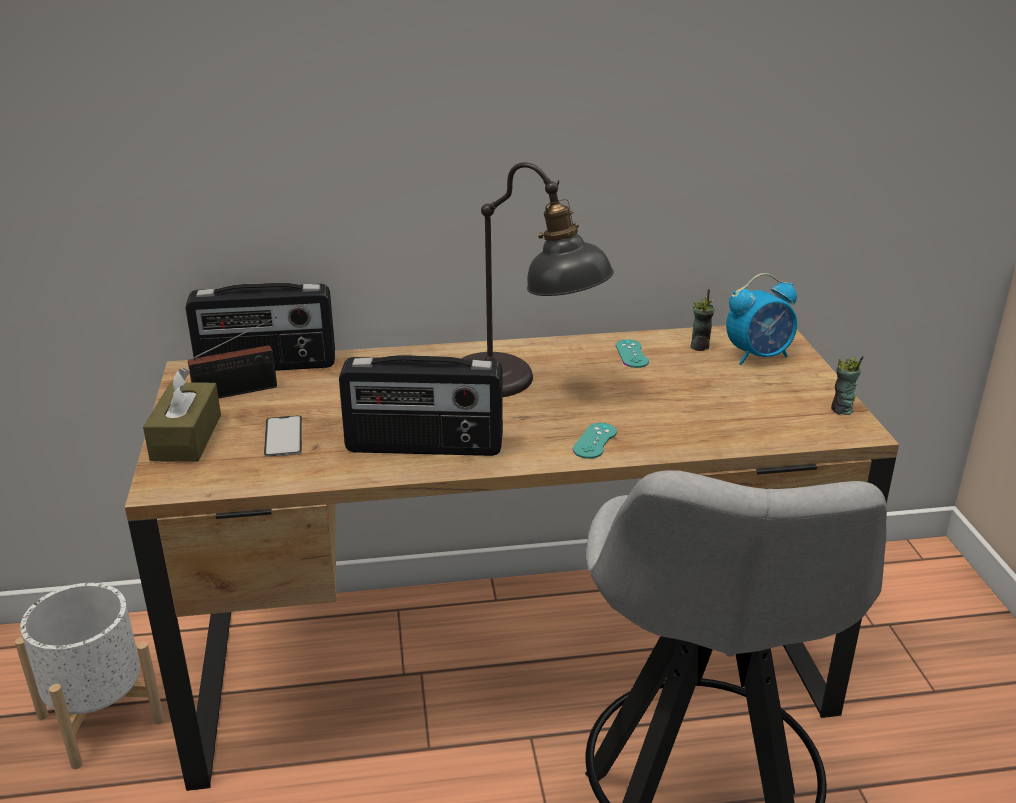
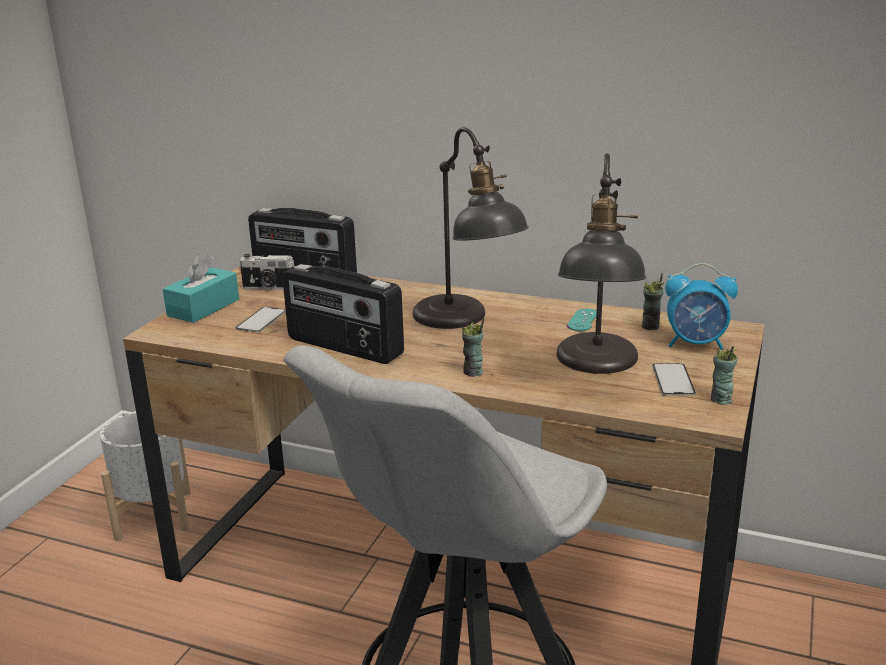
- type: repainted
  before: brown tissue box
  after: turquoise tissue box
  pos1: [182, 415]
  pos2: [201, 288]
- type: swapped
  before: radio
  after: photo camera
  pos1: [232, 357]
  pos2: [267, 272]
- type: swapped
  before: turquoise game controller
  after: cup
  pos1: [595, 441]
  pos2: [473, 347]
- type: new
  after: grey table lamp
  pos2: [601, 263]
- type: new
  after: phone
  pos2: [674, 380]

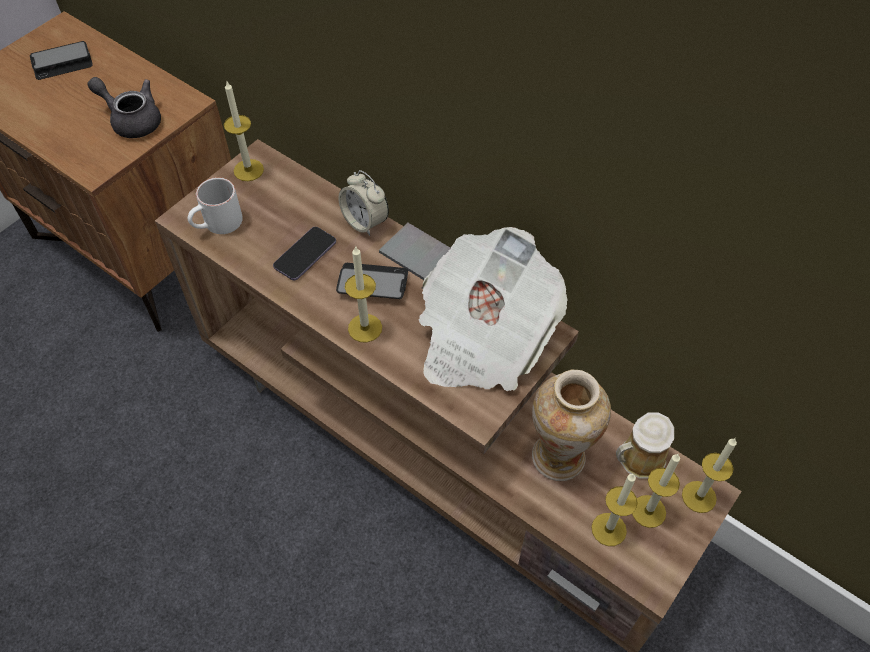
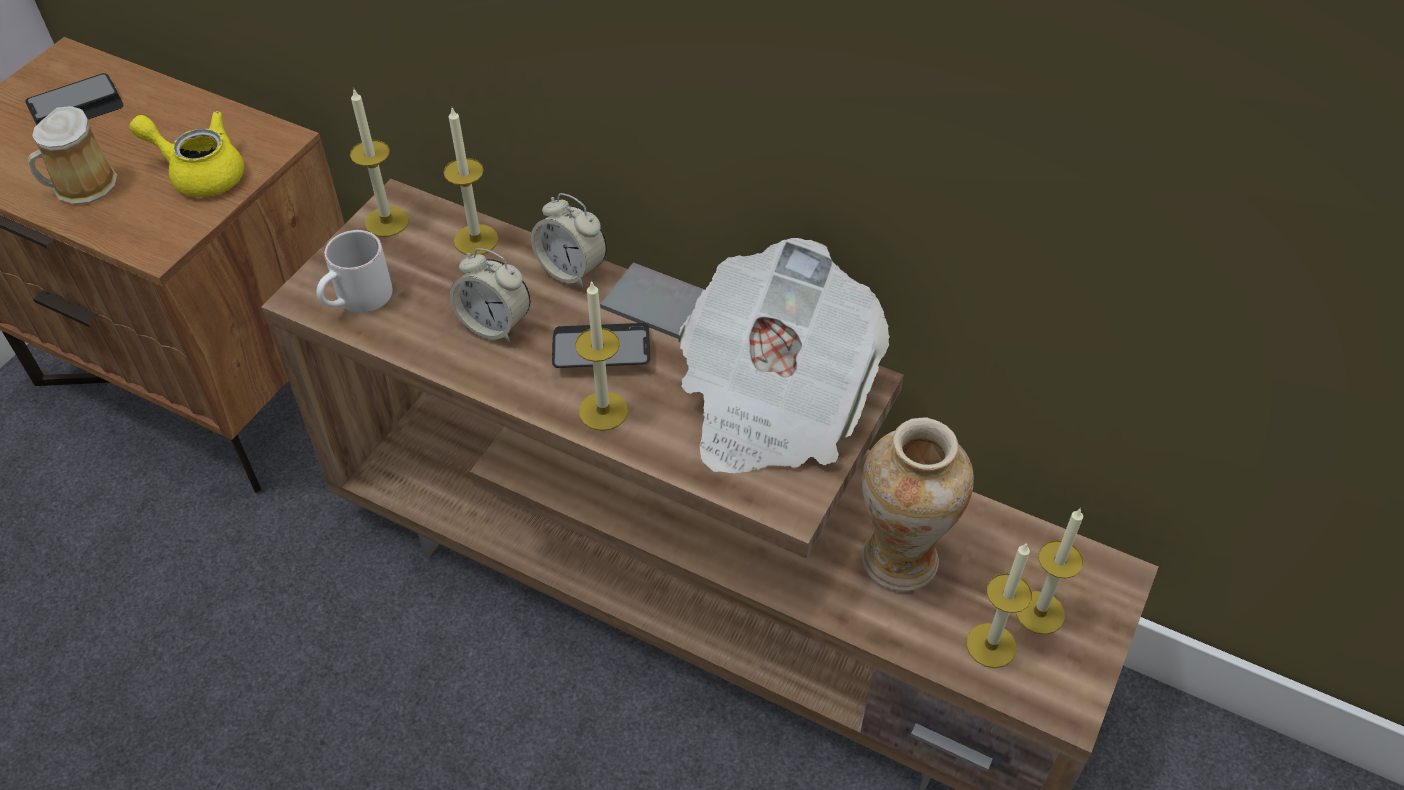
- type: repainted
  before: grey teapot
  after: yellow teapot
  pos1: [124, 107]
  pos2: [186, 154]
- type: swapped
  before: phone
  after: alarm clock
  pos1: [304, 254]
  pos2: [490, 295]
- type: shifted
  before: mug
  pos1: [645, 445]
  pos2: [72, 155]
- type: shifted
  before: candle
  pos1: [709, 475]
  pos2: [471, 182]

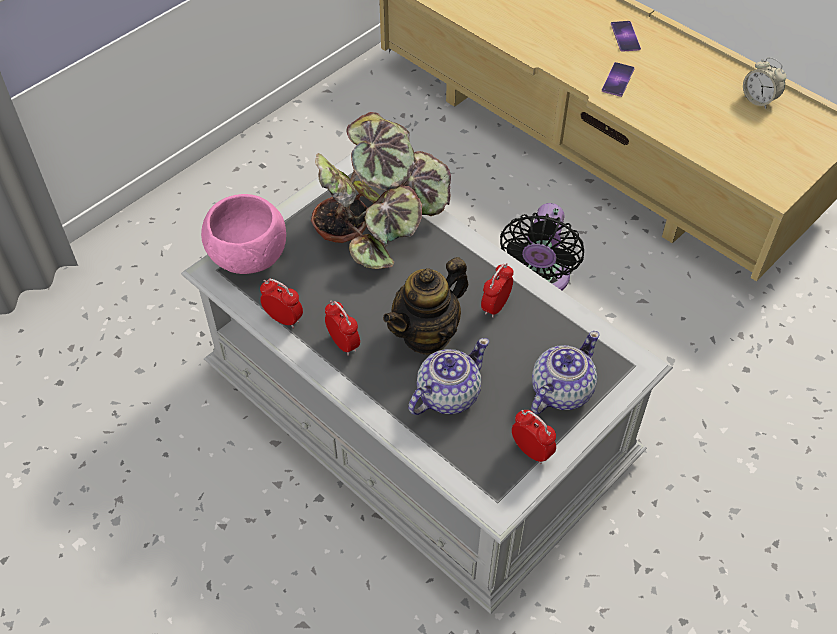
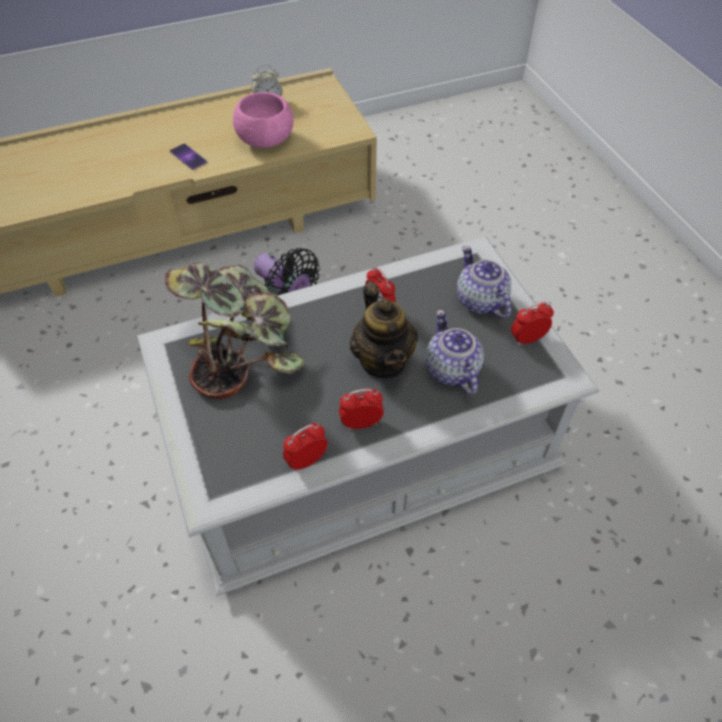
- type: shifted
  before: pink bowl
  pos1: [243, 234]
  pos2: [263, 120]
- type: gone
  before: phone
  pos1: [626, 36]

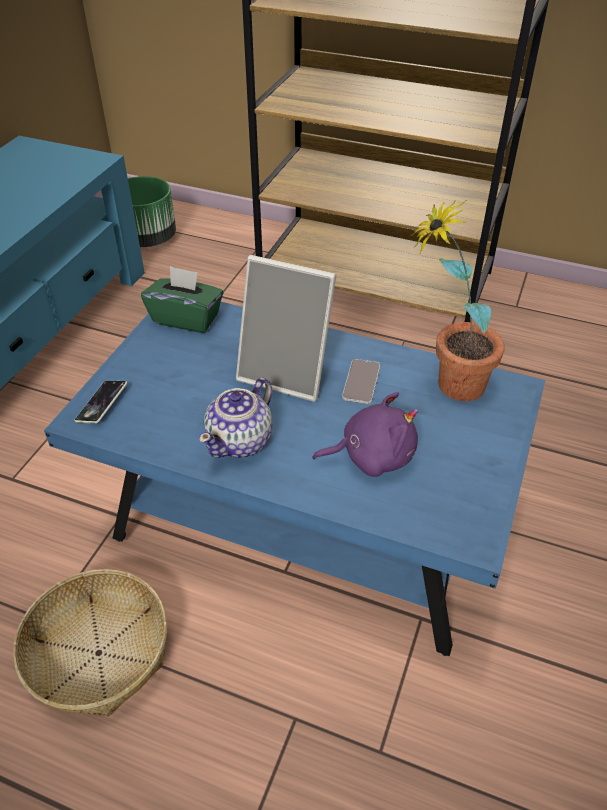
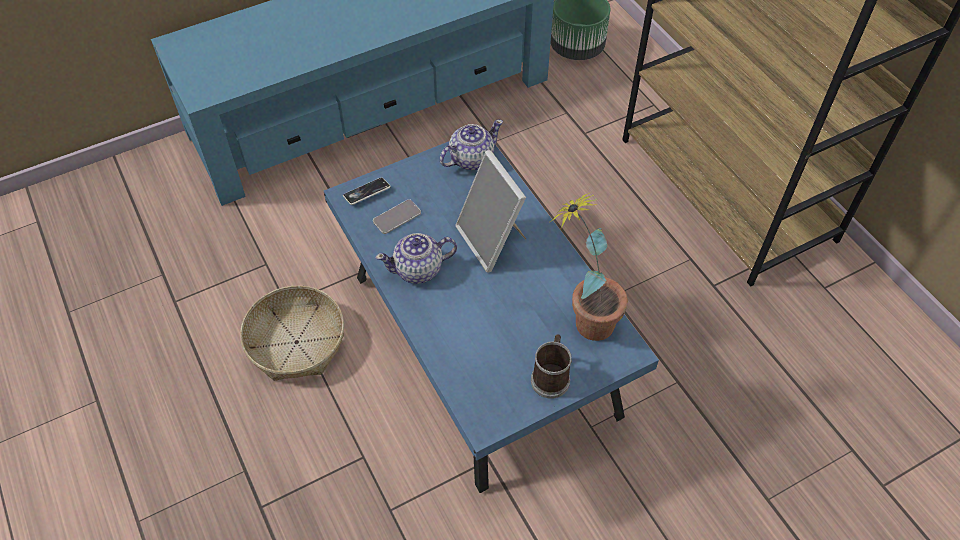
- type: swapped
  before: green tissue box
  after: teapot
  pos1: [182, 299]
  pos2: [471, 145]
- type: gone
  before: purple plush toy
  pos1: [365, 434]
- type: shifted
  before: phone
  pos1: [361, 381]
  pos2: [397, 216]
- type: new
  after: mug
  pos2: [551, 366]

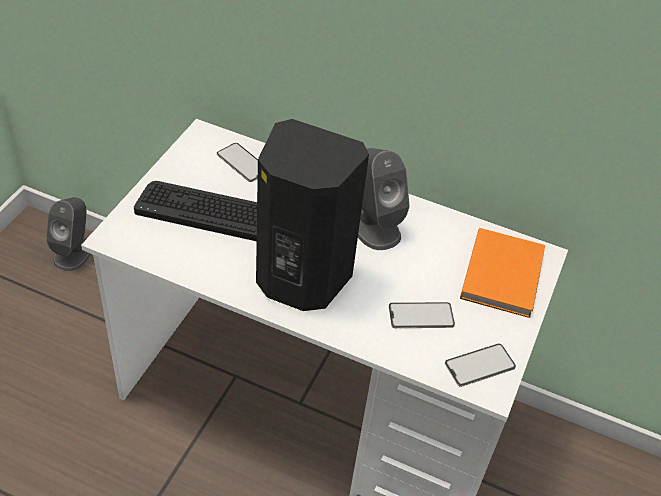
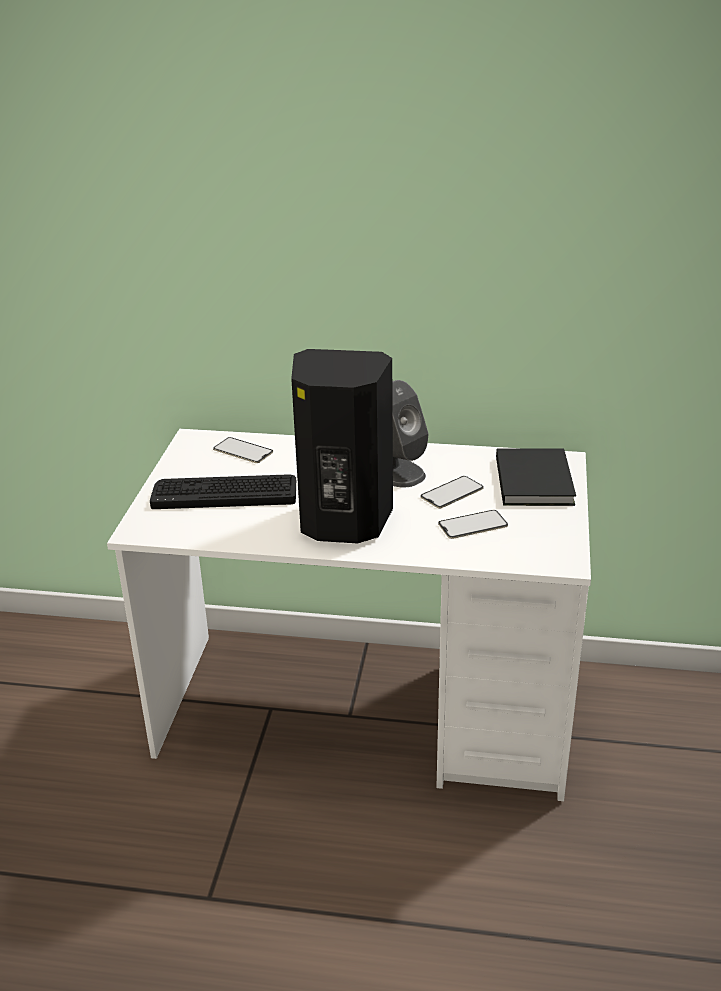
- type: gone
  before: grey speaker
  pos1: [68, 234]
- type: shifted
  before: phone
  pos1: [480, 365]
  pos2: [452, 492]
- type: repainted
  before: orange book
  after: black book
  pos1: [502, 273]
  pos2: [536, 477]

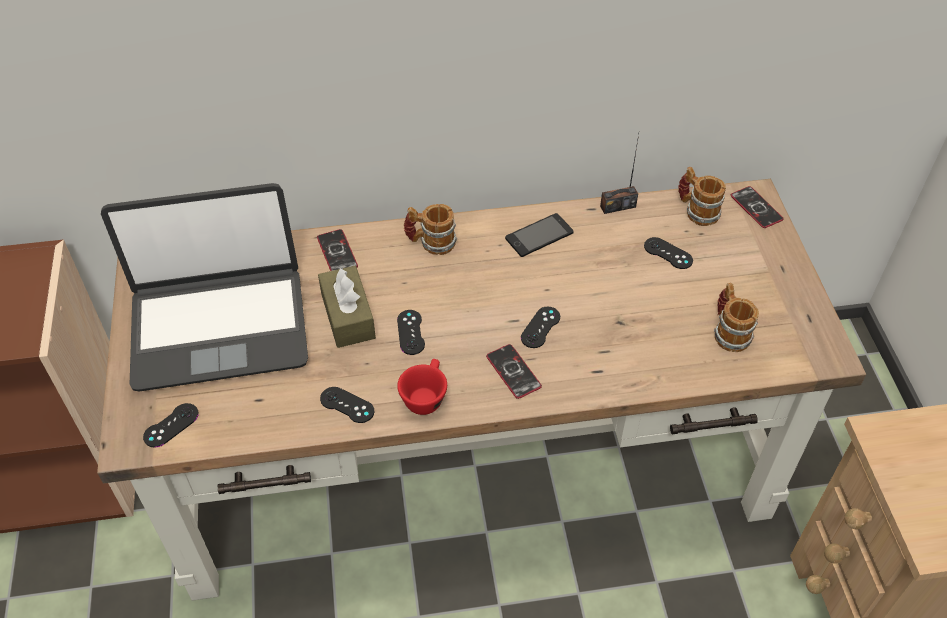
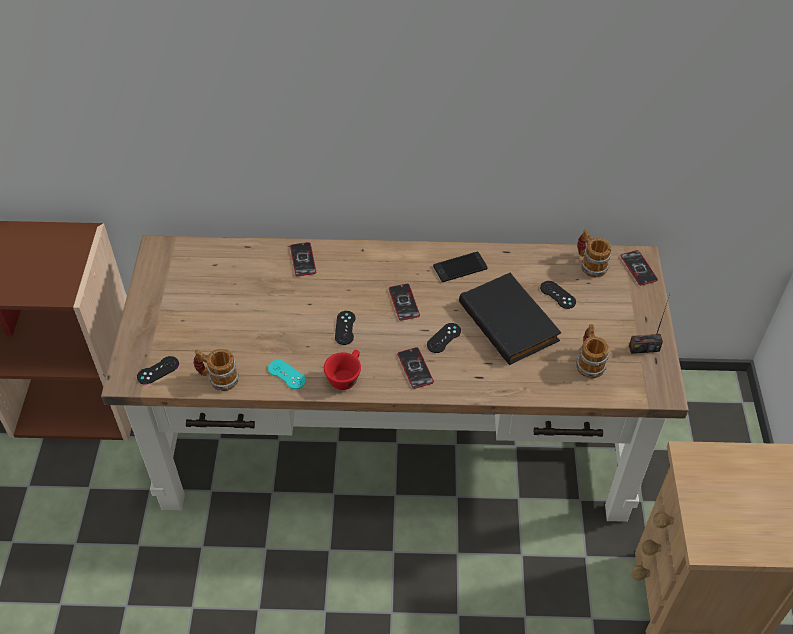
- type: gone
  before: laptop
  pos1: [204, 287]
- type: gone
  before: brown tissue box
  pos1: [347, 307]
- type: repainted
  before: black game controller
  after: turquoise game controller
  pos1: [347, 405]
  pos2: [287, 374]
- type: shifted
  before: mug
  pos1: [430, 229]
  pos2: [216, 370]
- type: shifted
  before: radio
  pos1: [619, 174]
  pos2: [649, 324]
- type: new
  after: phone
  pos2: [404, 302]
- type: new
  after: black book
  pos2: [510, 319]

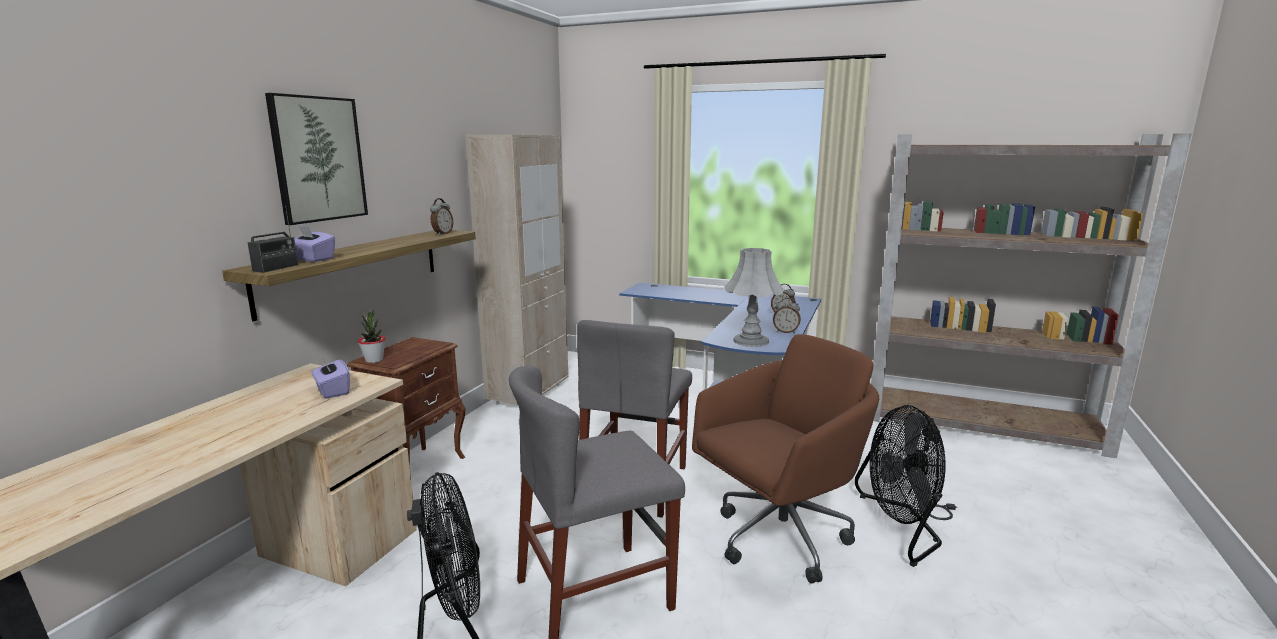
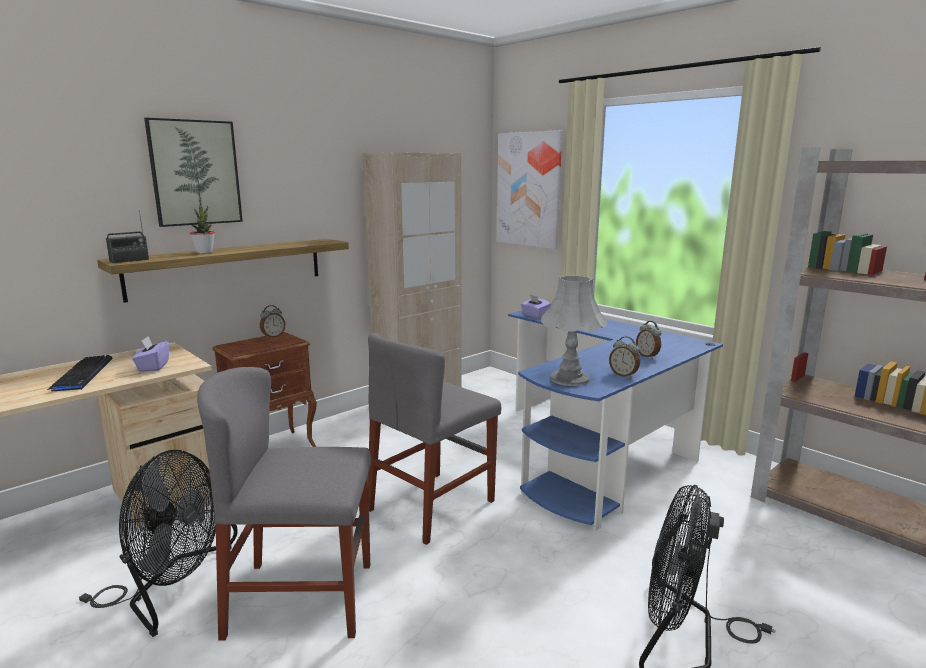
- type: shifted
  before: purple tissue box
  pos1: [314, 244]
  pos2: [536, 307]
- type: shifted
  before: potted plant
  pos1: [372, 336]
  pos2: [202, 229]
- type: shifted
  before: alarm clock
  pos1: [441, 216]
  pos2: [272, 322]
- type: gone
  before: brown office chair
  pos1: [785, 458]
- type: new
  after: keyboard
  pos2: [80, 373]
- type: new
  after: picture
  pos2: [529, 189]

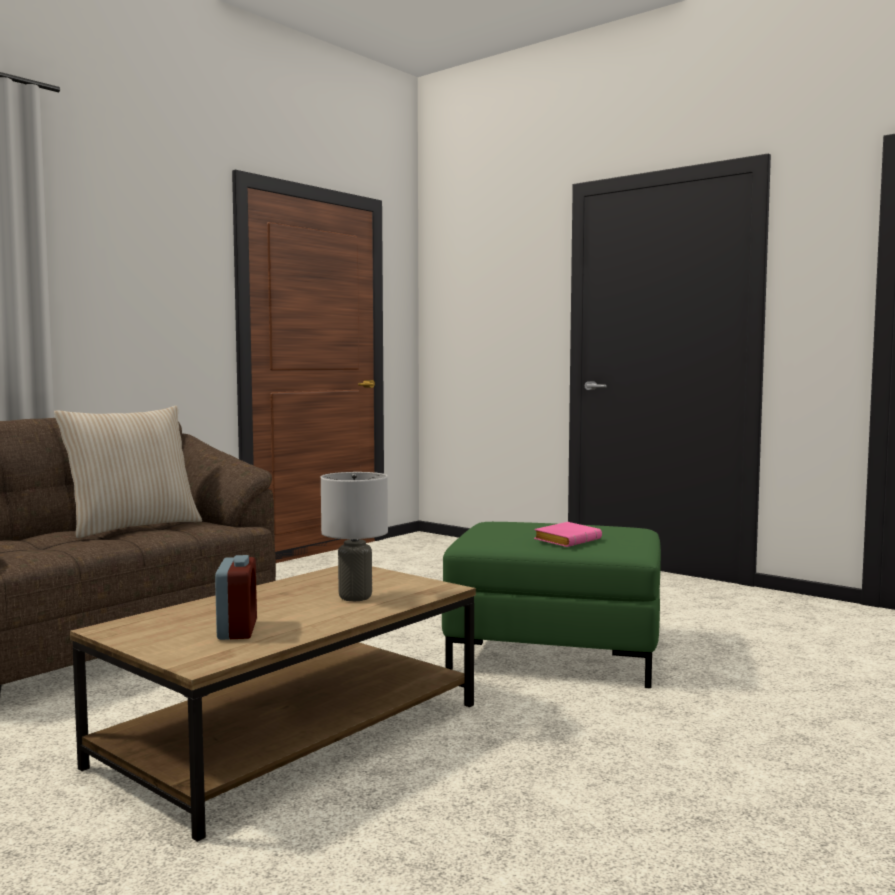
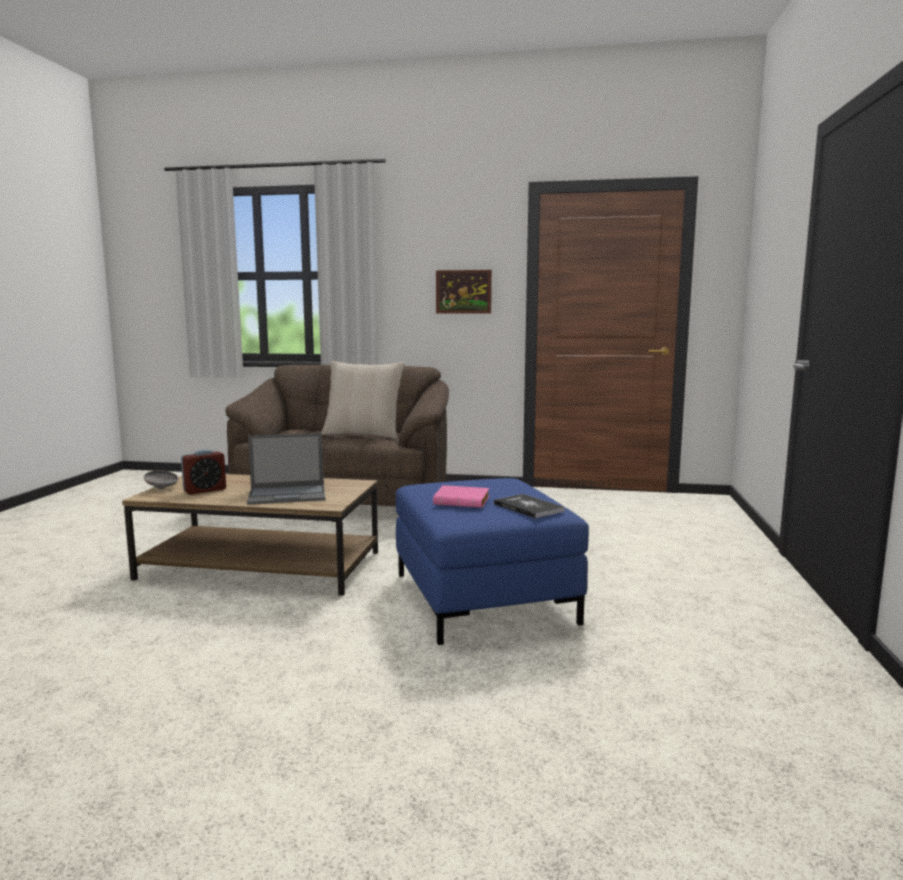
- type: swapped
  before: white table lamp
  after: laptop
  pos1: [354, 537]
  pos2: [286, 469]
- type: repainted
  before: green ottoman
  after: blue ottoman
  pos1: [551, 605]
  pos2: [492, 561]
- type: new
  after: grey bowl
  pos2: [161, 479]
- type: new
  after: picture
  pos2: [464, 292]
- type: new
  after: book
  pos2: [529, 506]

